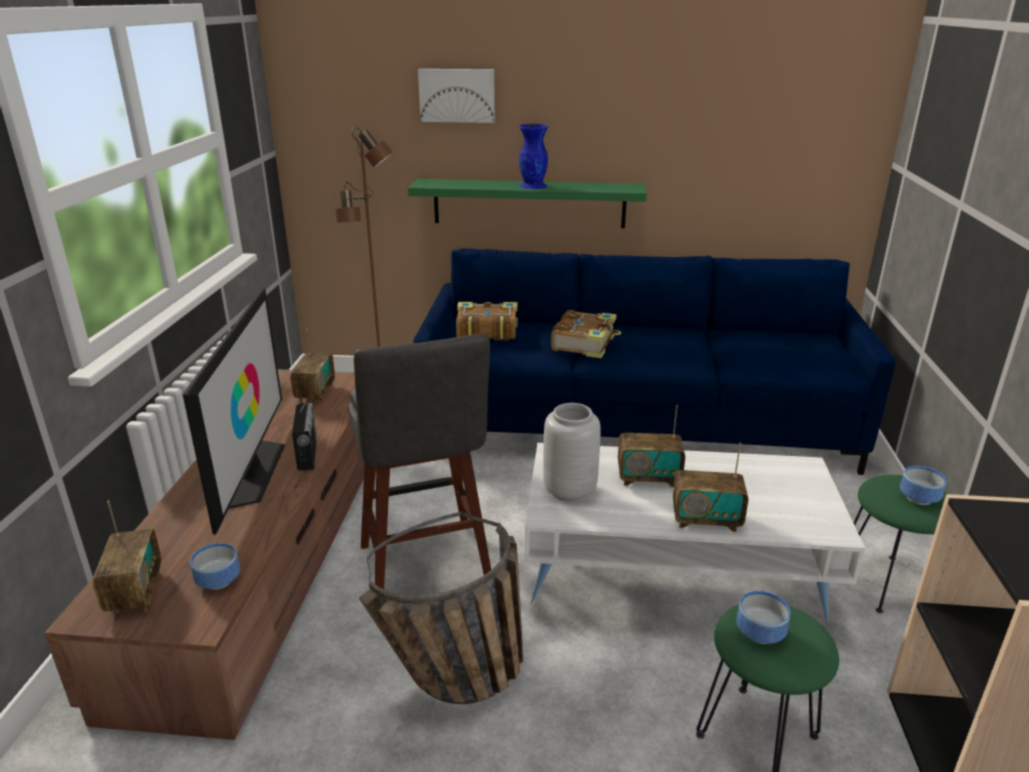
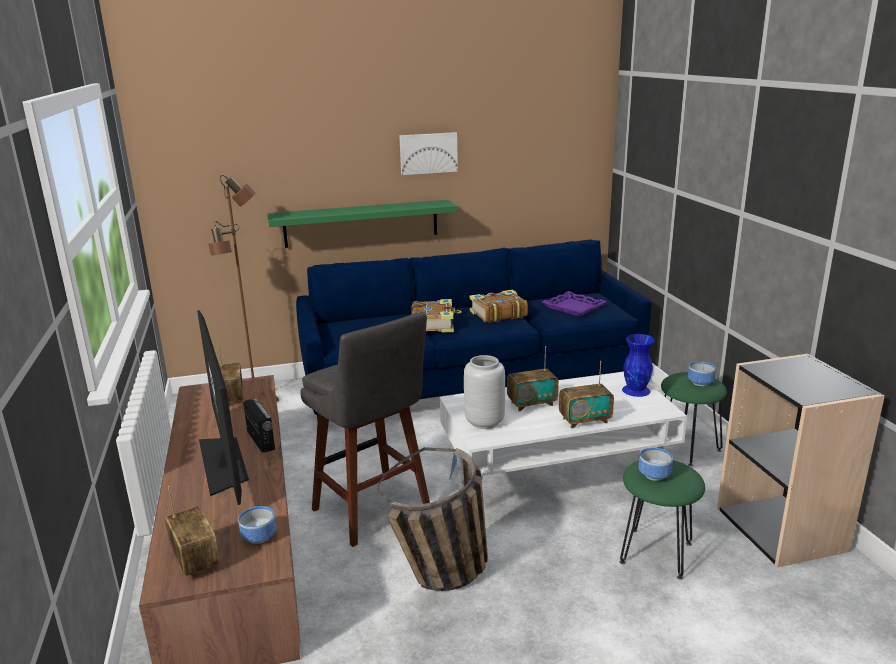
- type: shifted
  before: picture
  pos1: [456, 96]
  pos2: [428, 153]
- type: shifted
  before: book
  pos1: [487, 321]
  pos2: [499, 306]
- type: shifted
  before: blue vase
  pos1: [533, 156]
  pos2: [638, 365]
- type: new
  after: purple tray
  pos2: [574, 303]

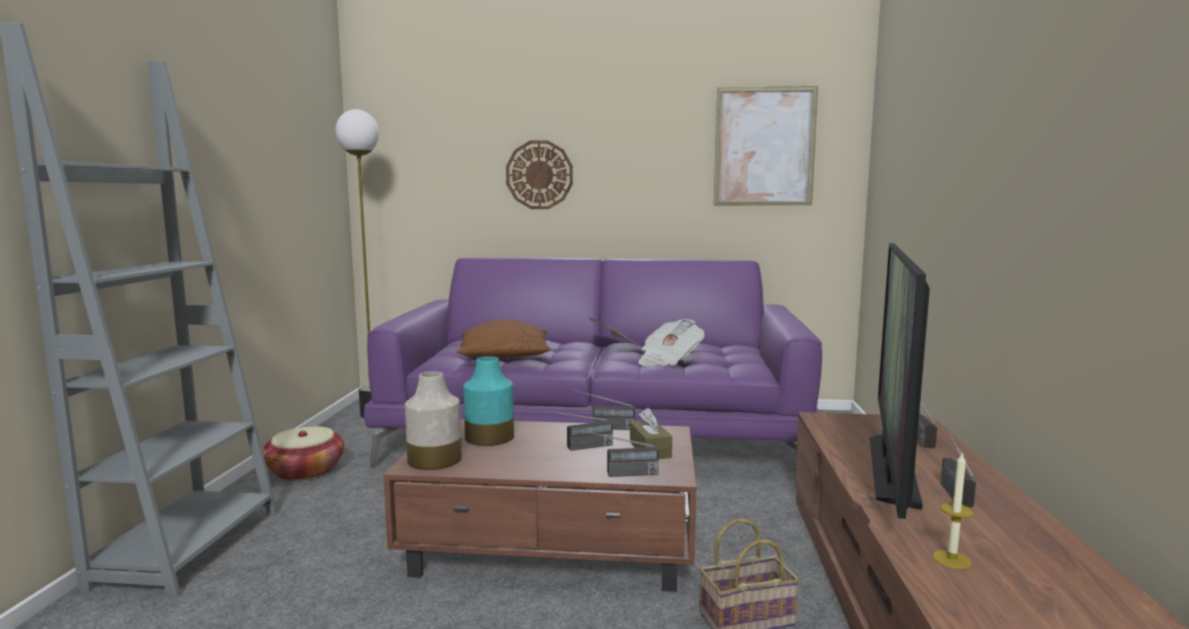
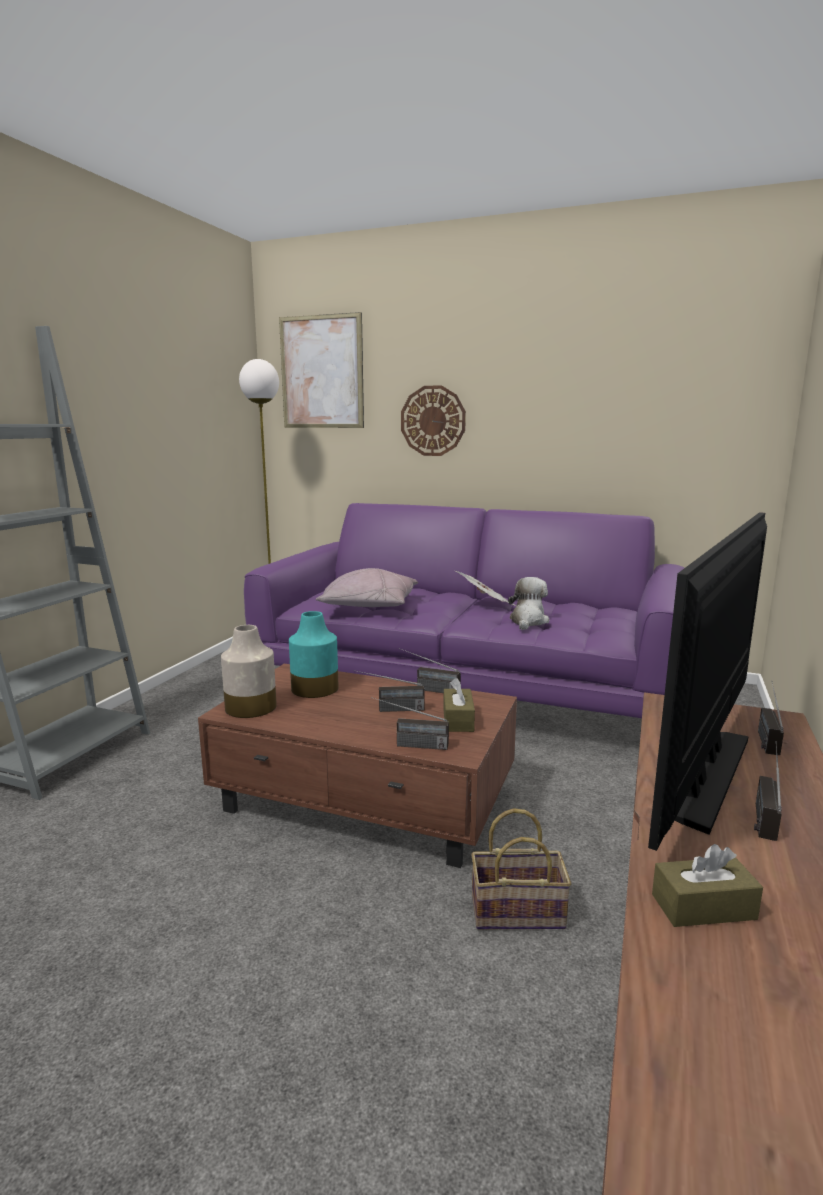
- type: gone
  before: basket
  pos1: [303, 453]
- type: repainted
  before: brown pillow
  after: purple pillow
  pos1: [504, 339]
  pos2: [367, 587]
- type: swapped
  before: newspaper
  after: plush toy
  pos1: [671, 342]
  pos2: [528, 603]
- type: shifted
  before: picture
  pos1: [766, 146]
  pos2: [321, 370]
- type: swapped
  before: candle
  after: brown tissue box
  pos1: [953, 510]
  pos2: [707, 885]

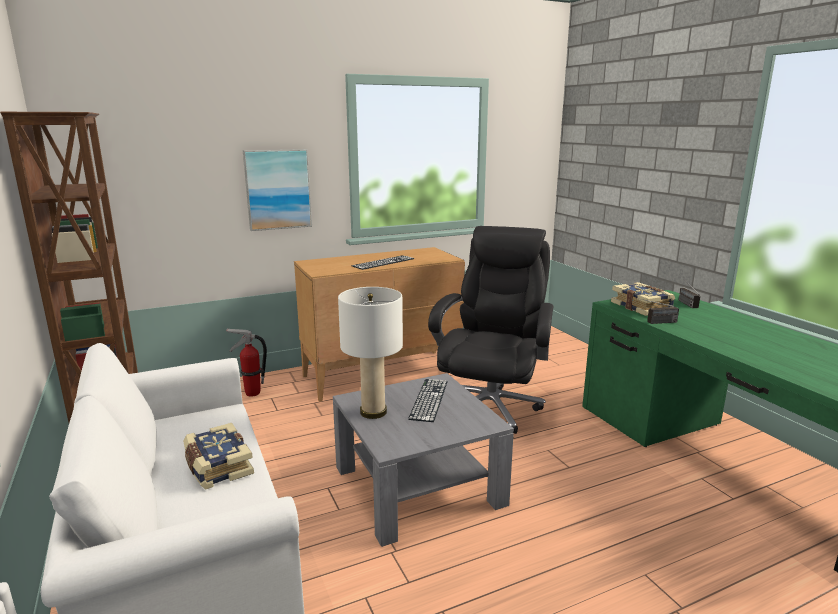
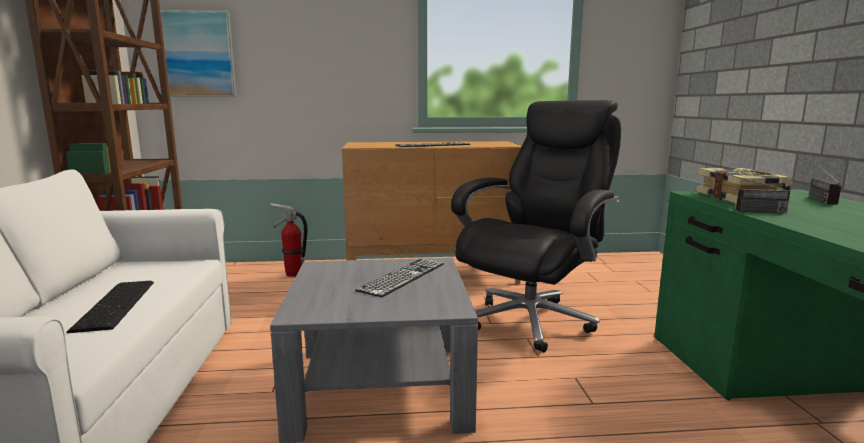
- type: swapped
  before: book
  after: keyboard
  pos1: [218, 456]
  pos2: [110, 307]
- type: shifted
  before: picture
  pos1: [277, 190]
  pos2: [198, 53]
- type: gone
  before: white table lamp
  pos1: [370, 353]

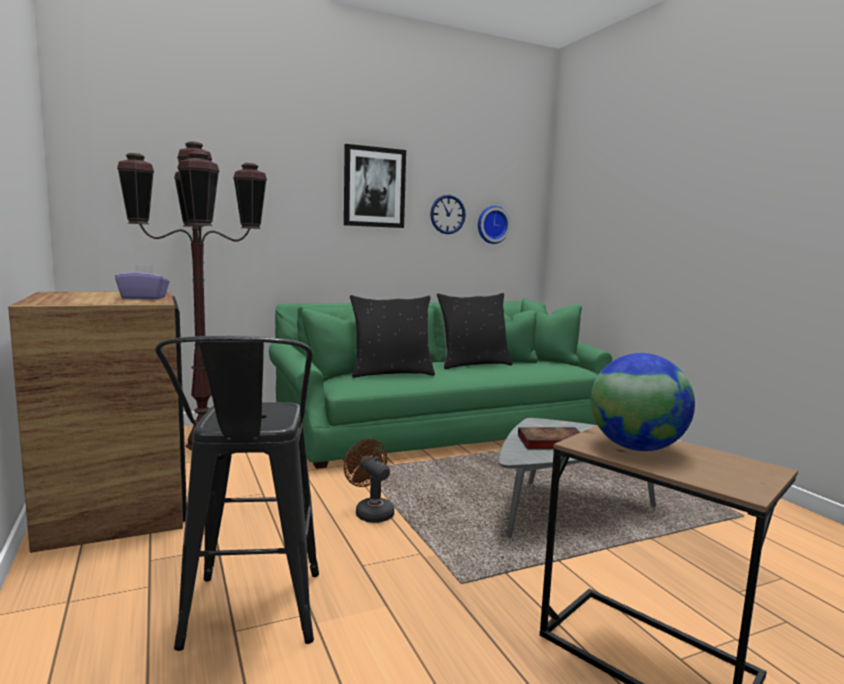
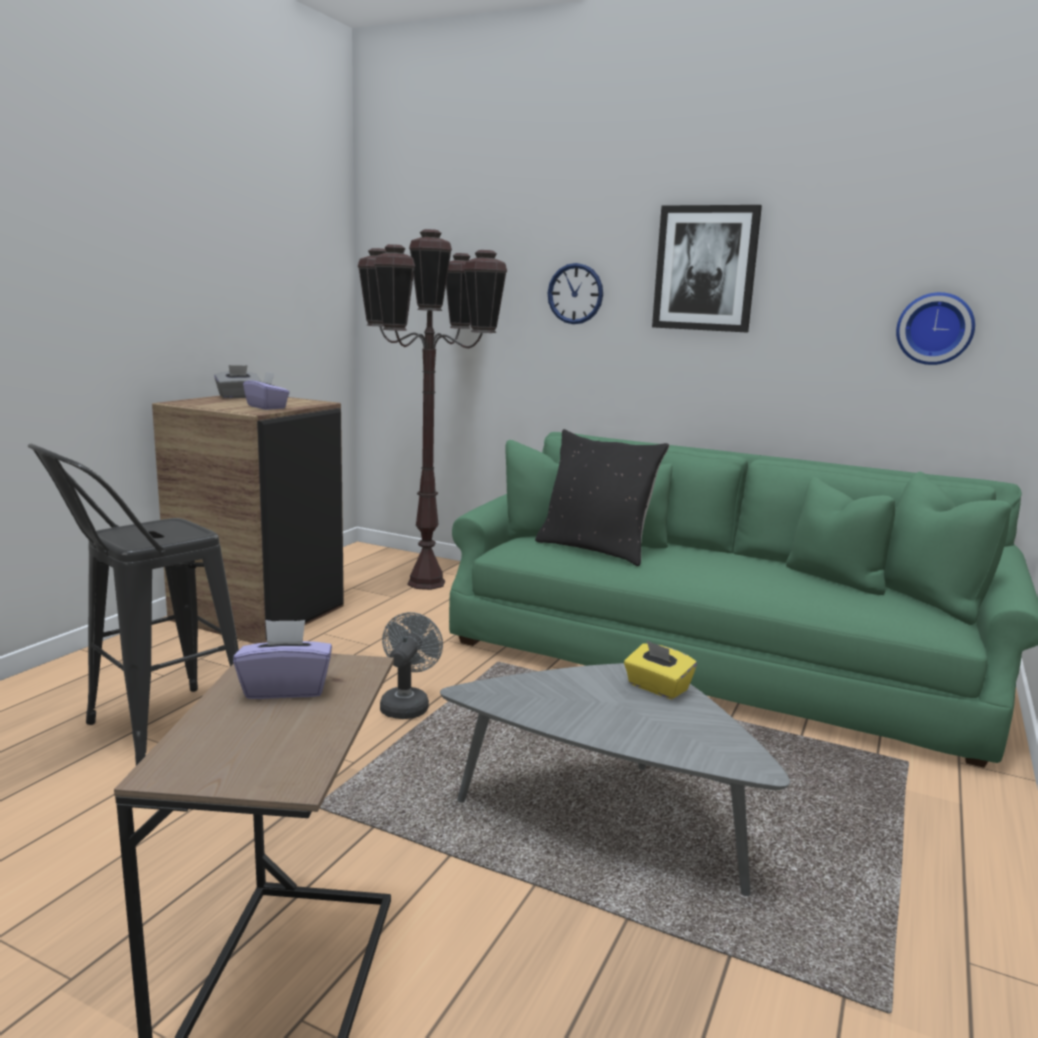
- type: repainted
  before: brown fan
  after: grey fan
  pos1: [369, 481]
  pos2: [411, 665]
- type: shifted
  before: wall clock
  pos1: [448, 214]
  pos2: [575, 293]
- type: gone
  before: black pillow
  pos1: [475, 331]
- type: gone
  before: book
  pos1: [549, 438]
- type: swapped
  before: globe
  after: purple tissue box
  pos1: [642, 402]
  pos2: [282, 659]
- type: new
  after: grey tissue box
  pos2: [237, 382]
- type: new
  after: yellow tissue box
  pos2: [660, 669]

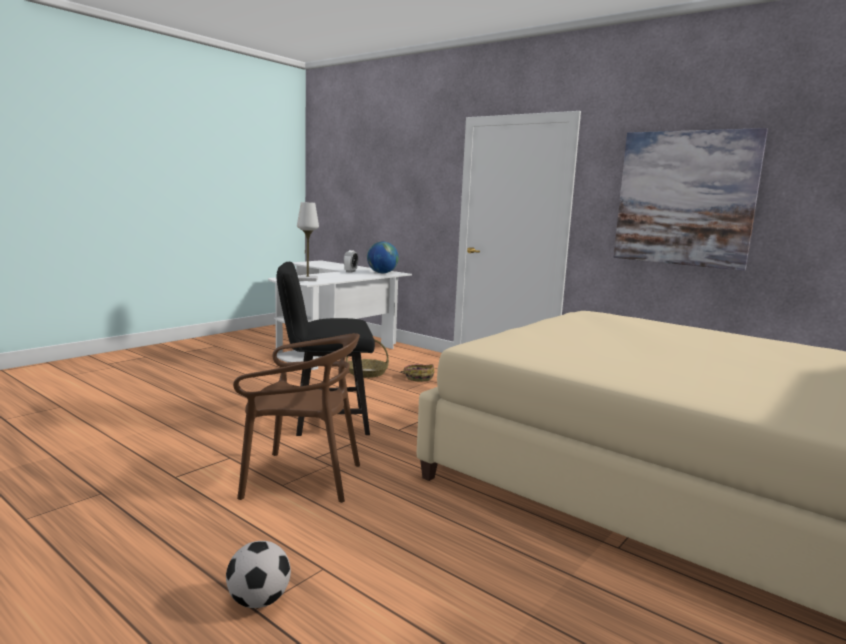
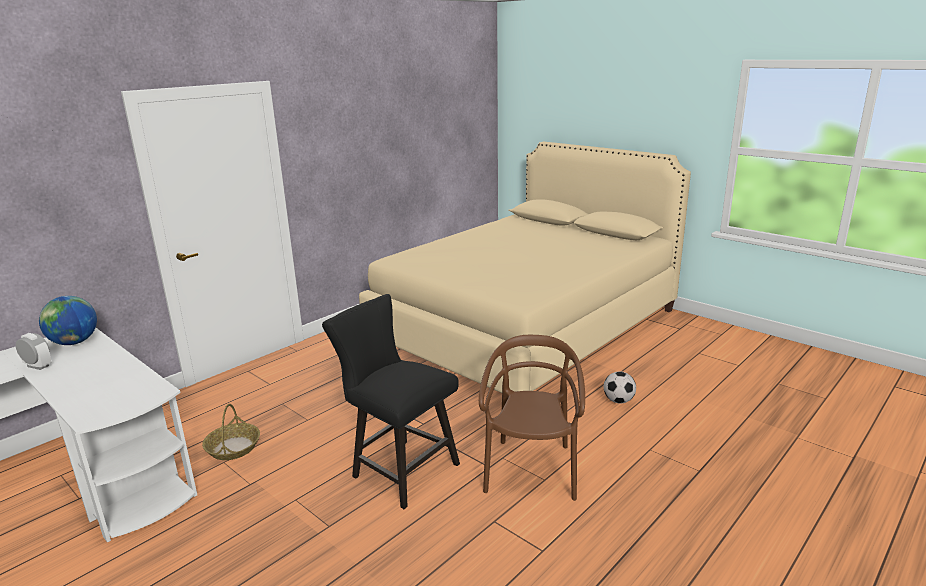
- type: shifted
  before: football
  pos1: [258, 574]
  pos2: [620, 387]
- type: rotated
  before: black chair
  pos1: [325, 349]
  pos2: [391, 401]
  turn: 135
- type: gone
  before: white table lamp
  pos1: [308, 241]
- type: gone
  before: basket
  pos1: [417, 373]
- type: gone
  before: picture
  pos1: [691, 199]

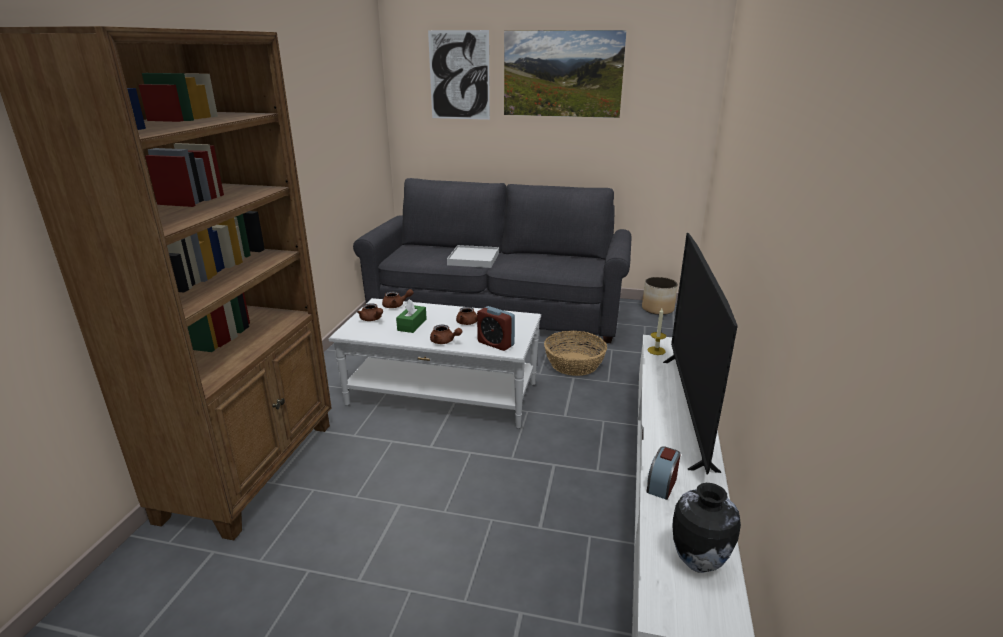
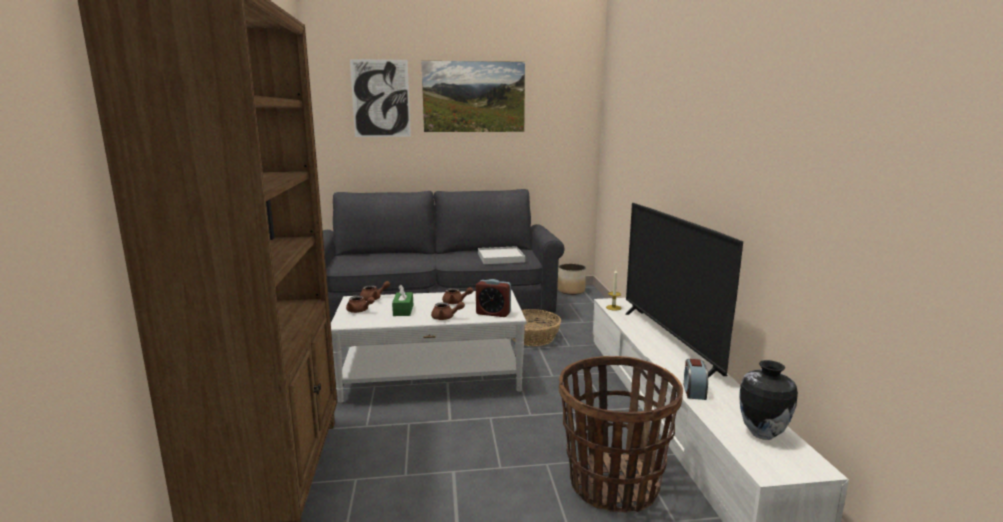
- type: shifted
  before: white tray
  pos1: [473, 256]
  pos2: [501, 255]
- type: new
  after: basket
  pos2: [621, 434]

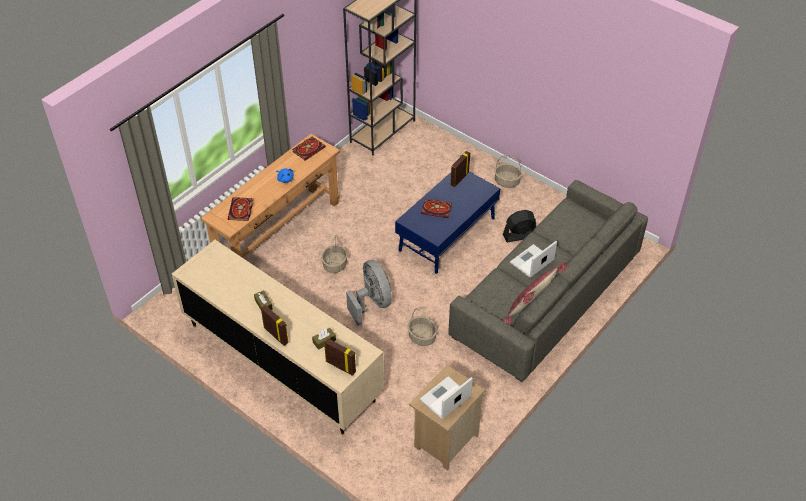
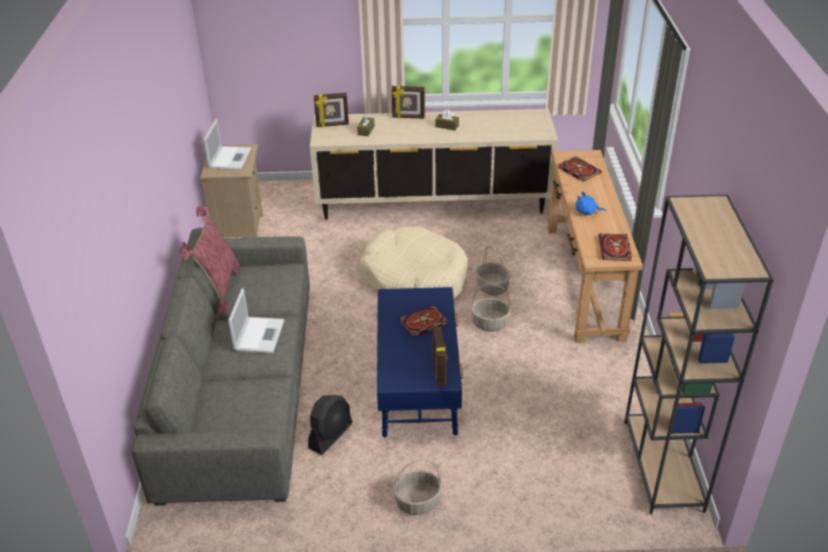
- type: swapped
  before: grey fan
  after: beige dog bed
  pos1: [369, 293]
  pos2: [414, 262]
- type: shifted
  before: basket
  pos1: [422, 327]
  pos2: [491, 307]

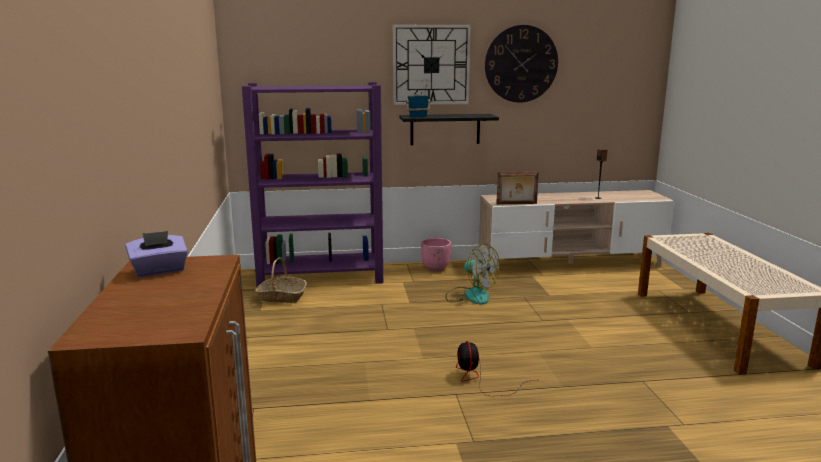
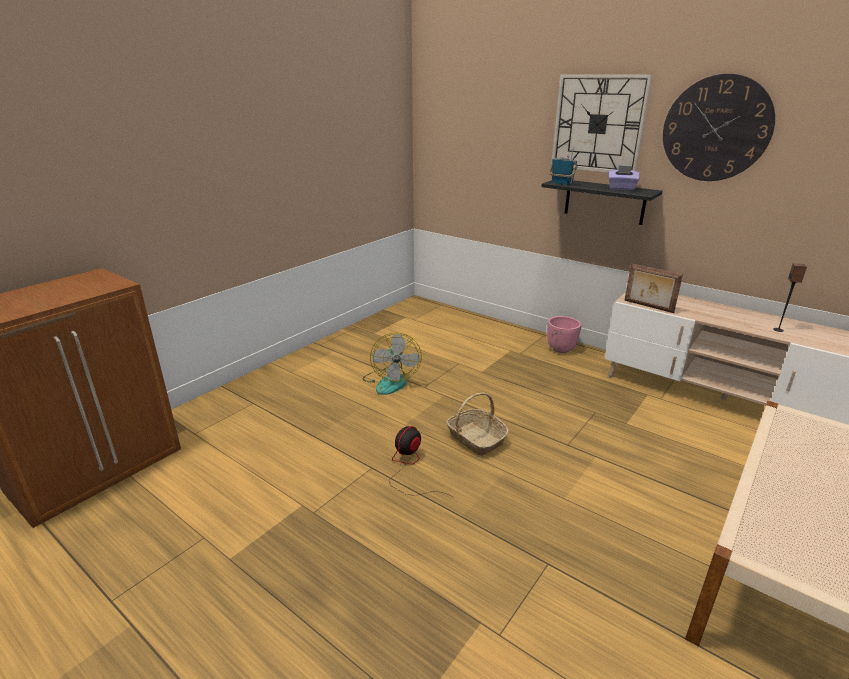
- type: shifted
  before: purple tissue box
  pos1: [156, 254]
  pos2: [623, 177]
- type: gone
  before: purple bookcase
  pos1: [312, 184]
- type: shifted
  before: basket
  pos1: [281, 280]
  pos2: [477, 424]
- type: shifted
  before: fan
  pos1: [472, 274]
  pos2: [392, 364]

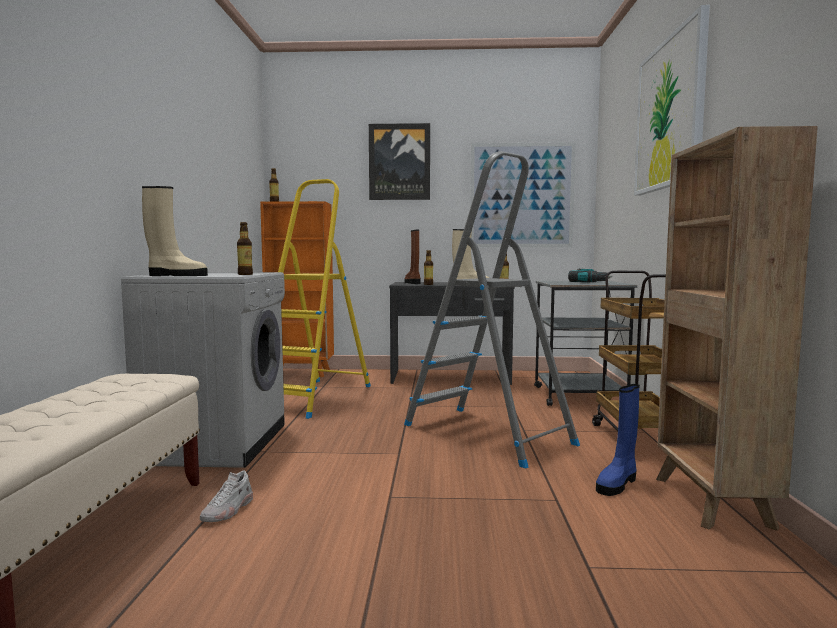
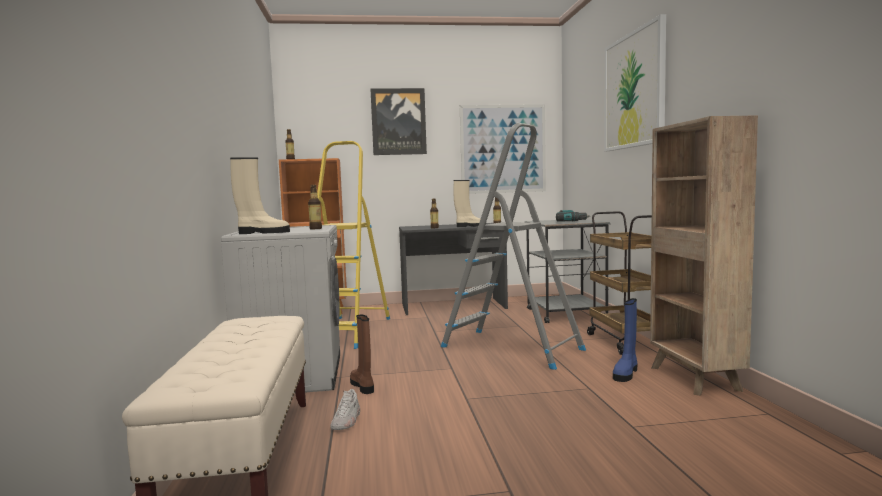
- type: shifted
  before: brown boot
  pos1: [413, 257]
  pos2: [362, 354]

